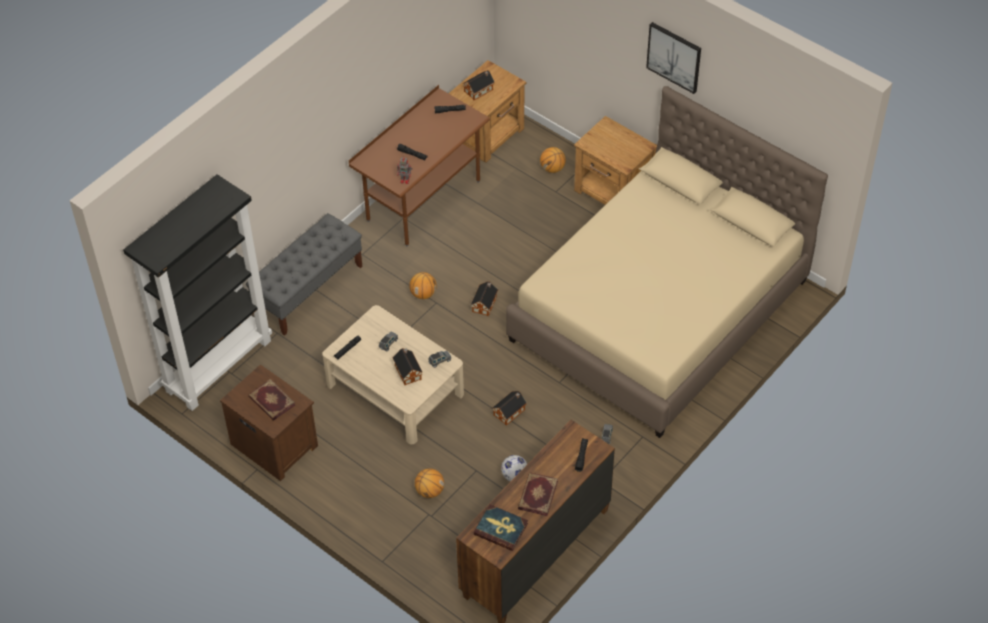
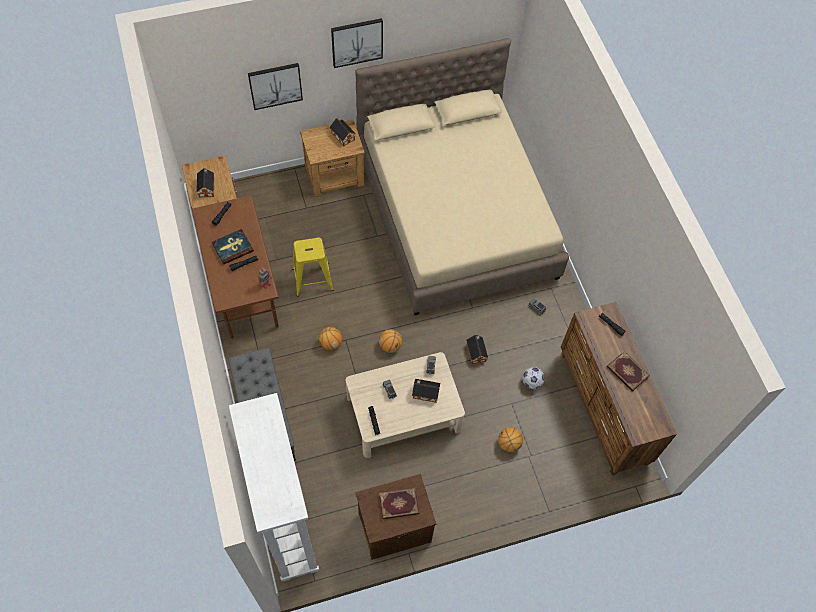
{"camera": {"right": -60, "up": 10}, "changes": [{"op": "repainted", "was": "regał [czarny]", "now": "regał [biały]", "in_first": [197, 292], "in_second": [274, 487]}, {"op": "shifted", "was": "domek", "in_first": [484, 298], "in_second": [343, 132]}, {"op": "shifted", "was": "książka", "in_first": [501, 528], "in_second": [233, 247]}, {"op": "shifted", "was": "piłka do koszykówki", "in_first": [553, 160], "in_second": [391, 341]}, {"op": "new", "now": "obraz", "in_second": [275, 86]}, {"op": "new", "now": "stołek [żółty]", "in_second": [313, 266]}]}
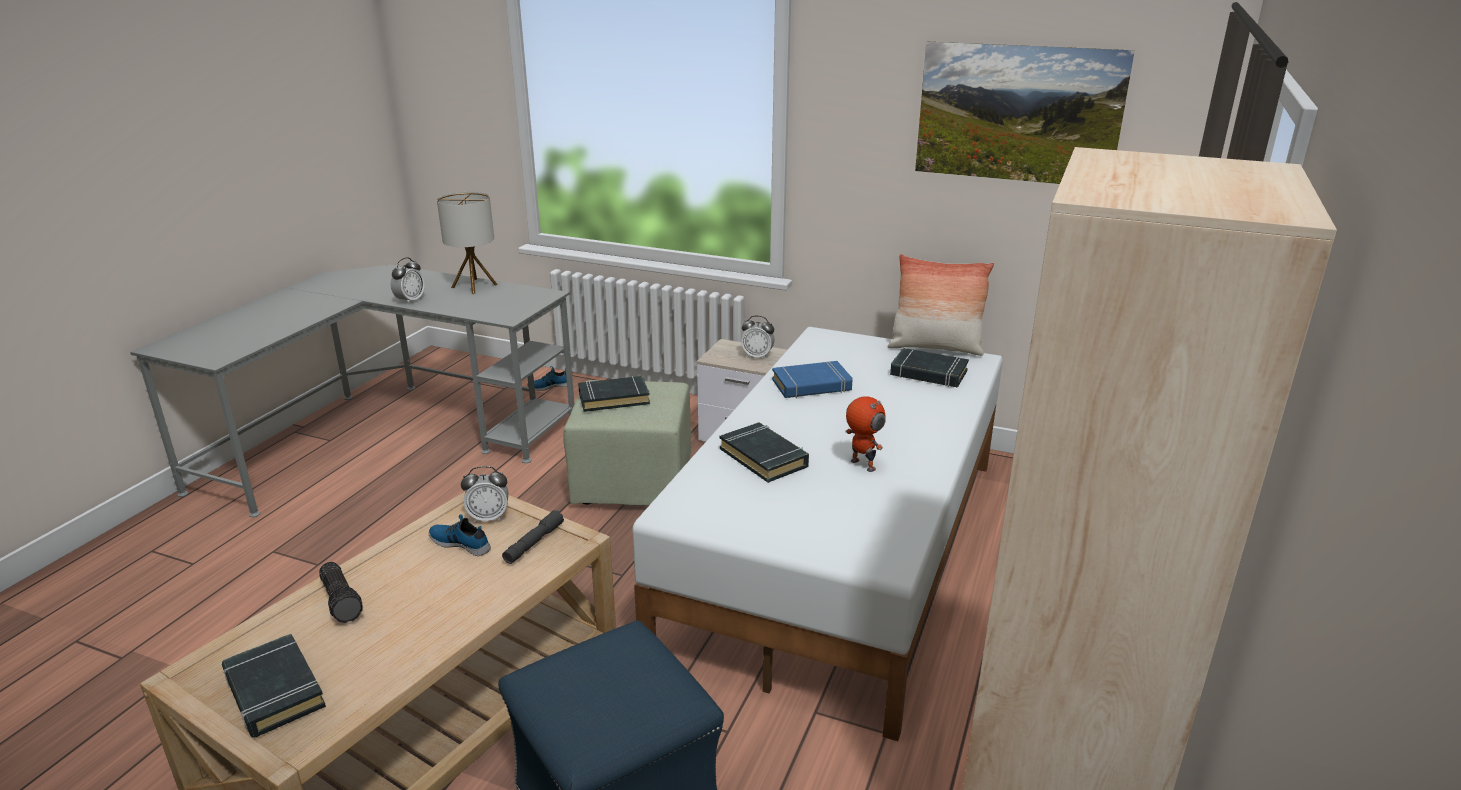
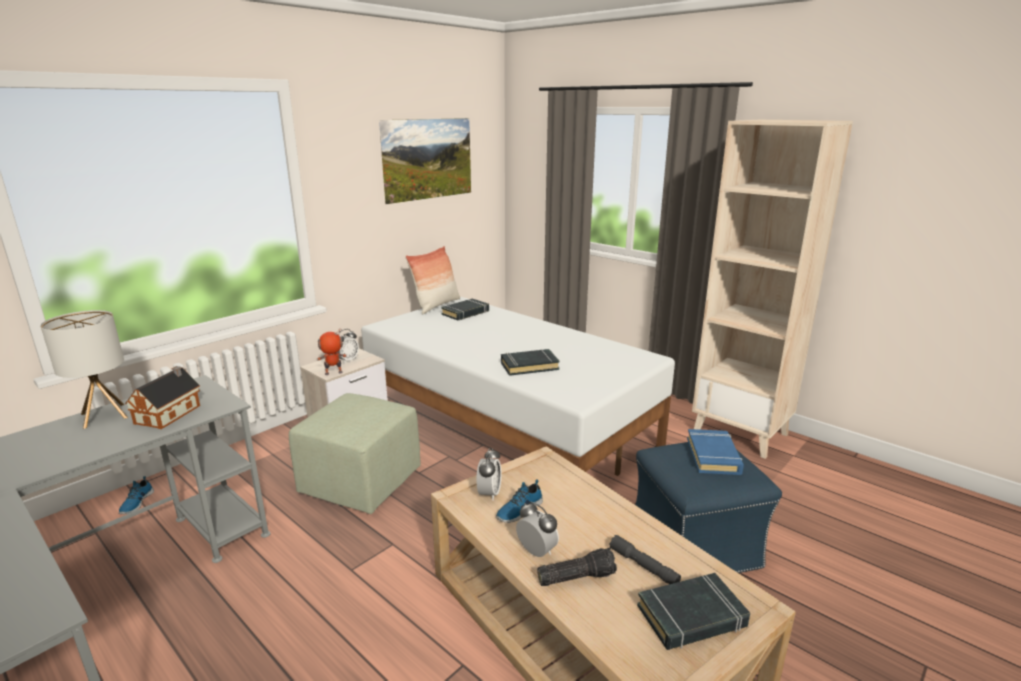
{"camera": {"right": -70, "up": -5}, "changes": [{"op": "shifted", "was": "budzik", "in_first": [408, 280], "in_second": [537, 529]}, {"op": "shifted", "was": "latarka [szary]", "in_first": [533, 537], "in_second": [645, 559]}, {"op": "gone", "was": "książka [czarny]", "in_first": [614, 394]}, {"op": "shifted", "was": "książka [niebieski]", "in_first": [812, 379], "in_second": [715, 452]}, {"op": "shifted", "was": "robot zabawkowy", "in_first": [865, 434], "in_second": [331, 352]}, {"op": "new", "now": "domek", "in_second": [162, 397]}]}
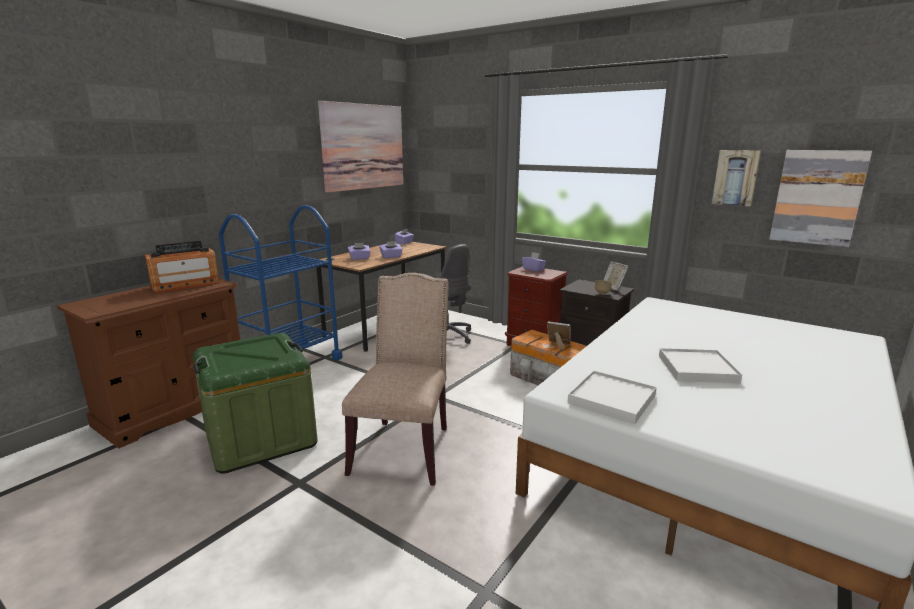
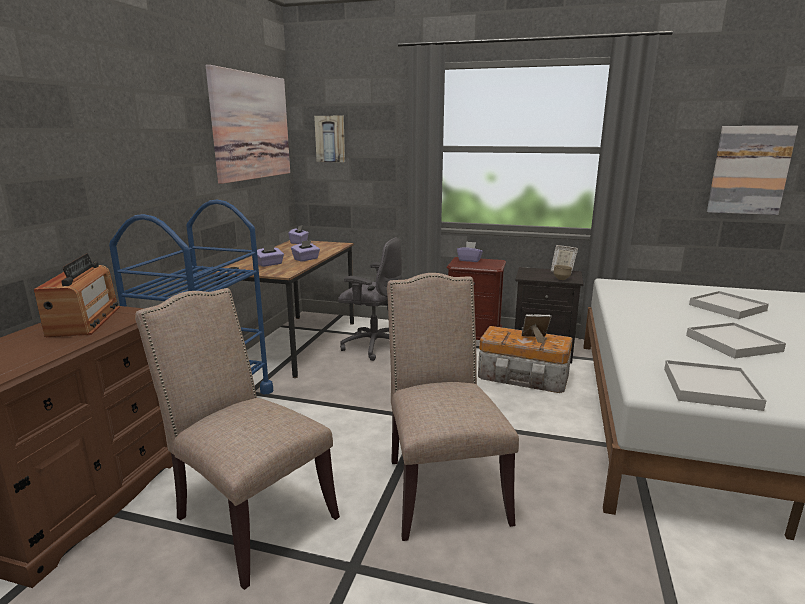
{"camera": {"right": -20, "up": 0}, "changes": [{"op": "rotated", "was": "radio", "in_first": [182, 267], "in_second": [77, 295], "clockwise": -45}, {"op": "swapped", "was": "pojemnik do przechowywania [zielony]", "now": "krzesło [beżowy]", "in_first": [255, 403], "in_second": [237, 439]}, {"op": "shifted", "was": "obraz", "in_first": [736, 178], "in_second": [329, 139]}, {"op": "new", "now": "taca [biały]", "in_second": [729, 305]}]}
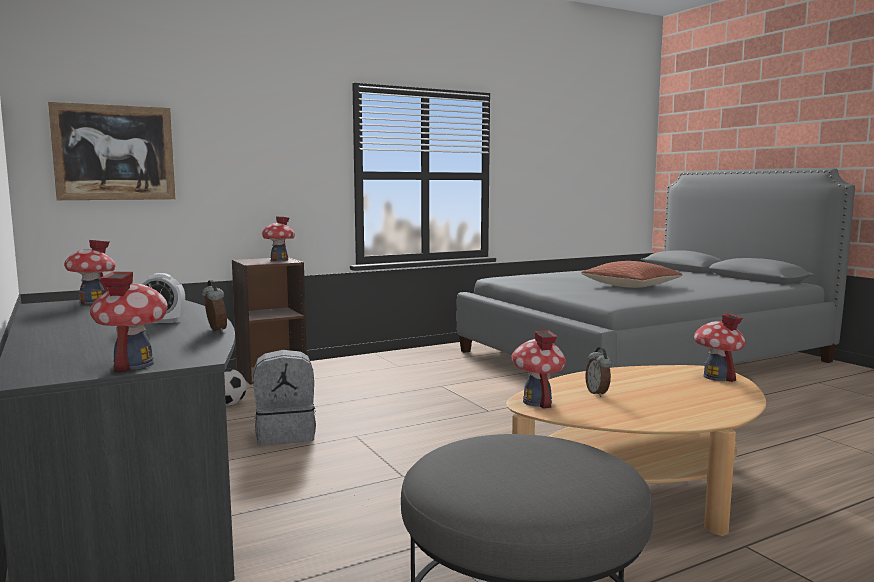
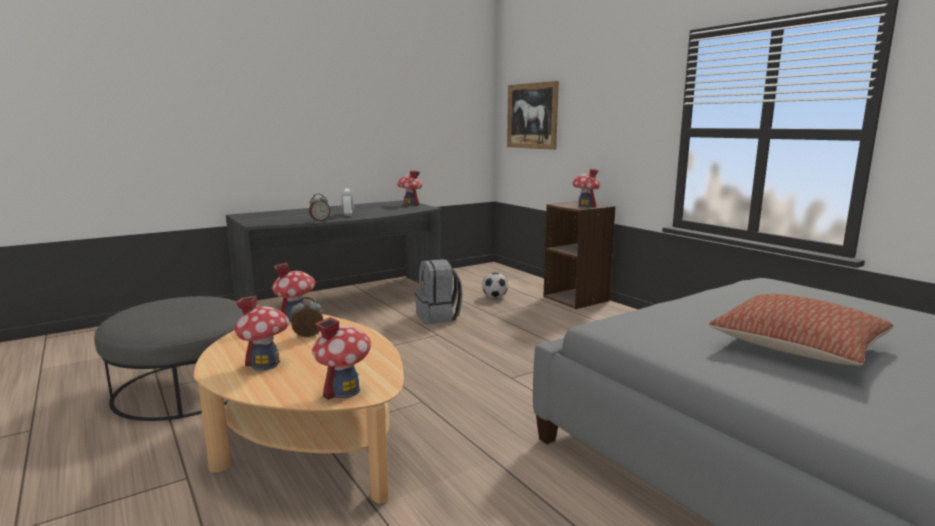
{"camera": {"right": 85, "up": 5}, "changes": [{"op": "shifted", "was": "domek", "in_first": [129, 322], "in_second": [261, 332]}]}
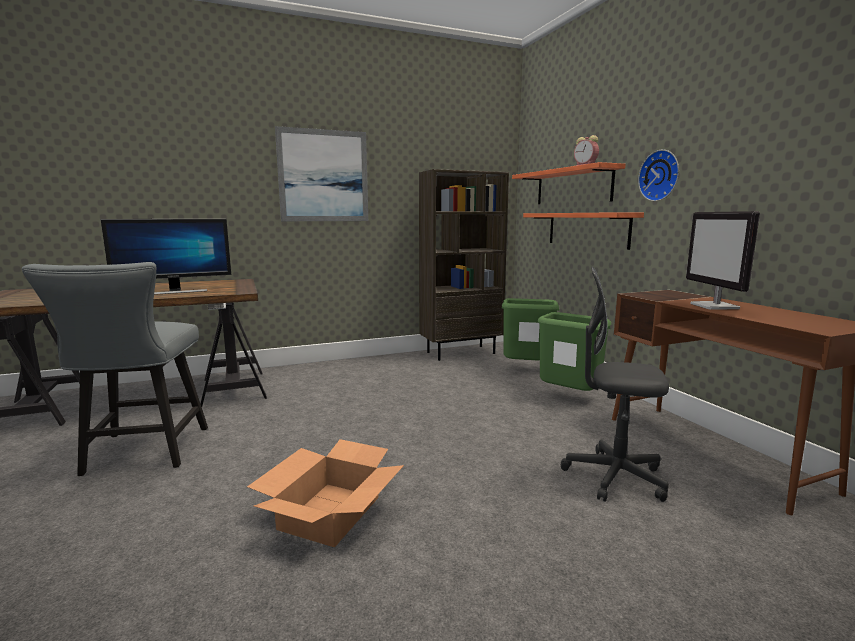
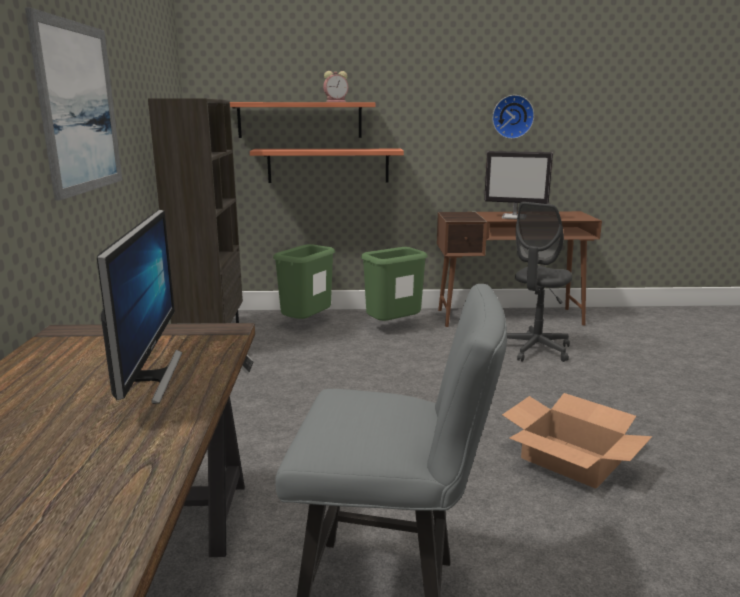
{"camera": {"right": -70, "up": 5}, "changes": [{"op": "shifted", "was": "zegar ścienny", "in_first": [658, 175], "in_second": [513, 117]}]}
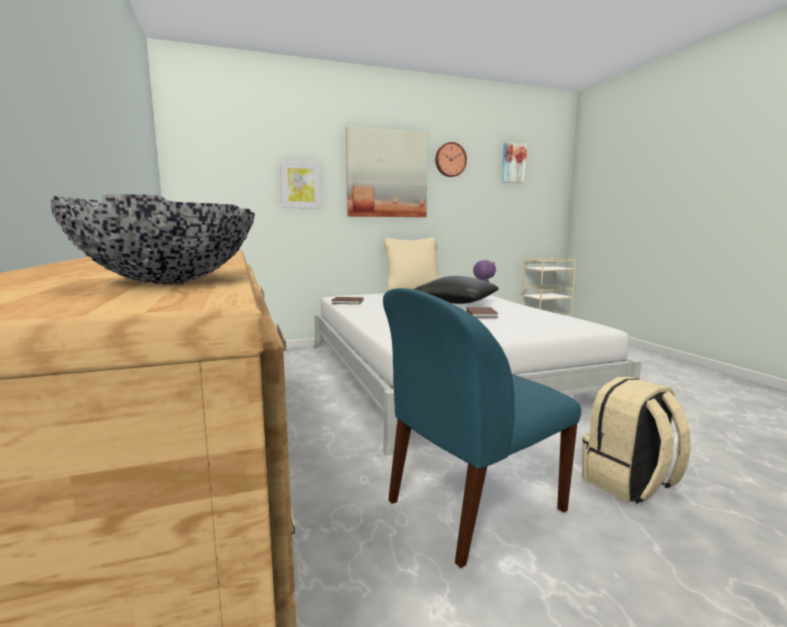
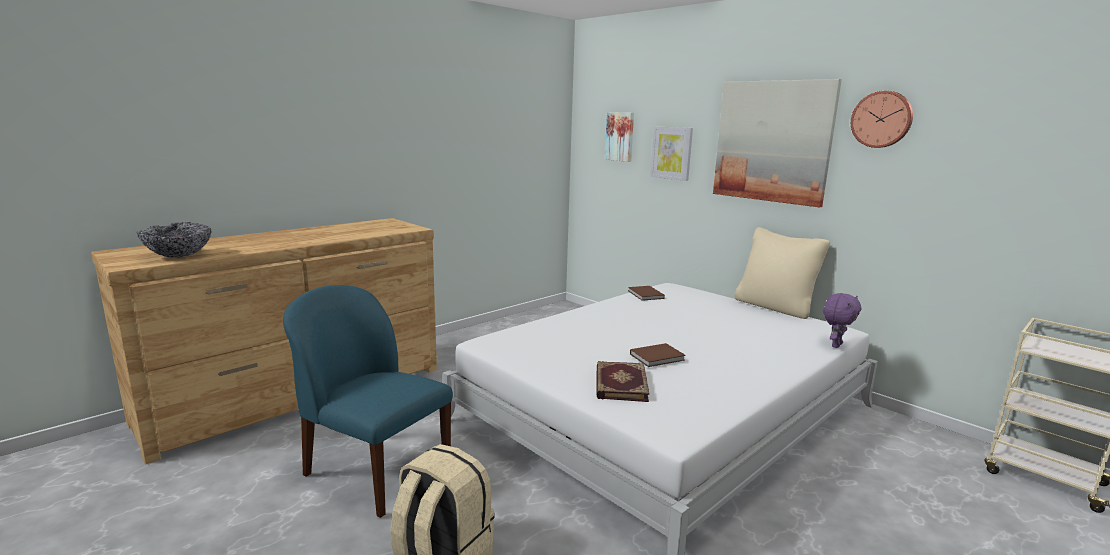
{"camera": {"right": 65, "up": 5}, "changes": [{"op": "gone", "was": "poduszka [czarny]", "in_first": [456, 290]}, {"op": "shifted", "was": "obraz", "in_first": [514, 162], "in_second": [619, 137]}, {"op": "new", "now": "książka", "in_second": [622, 381]}]}
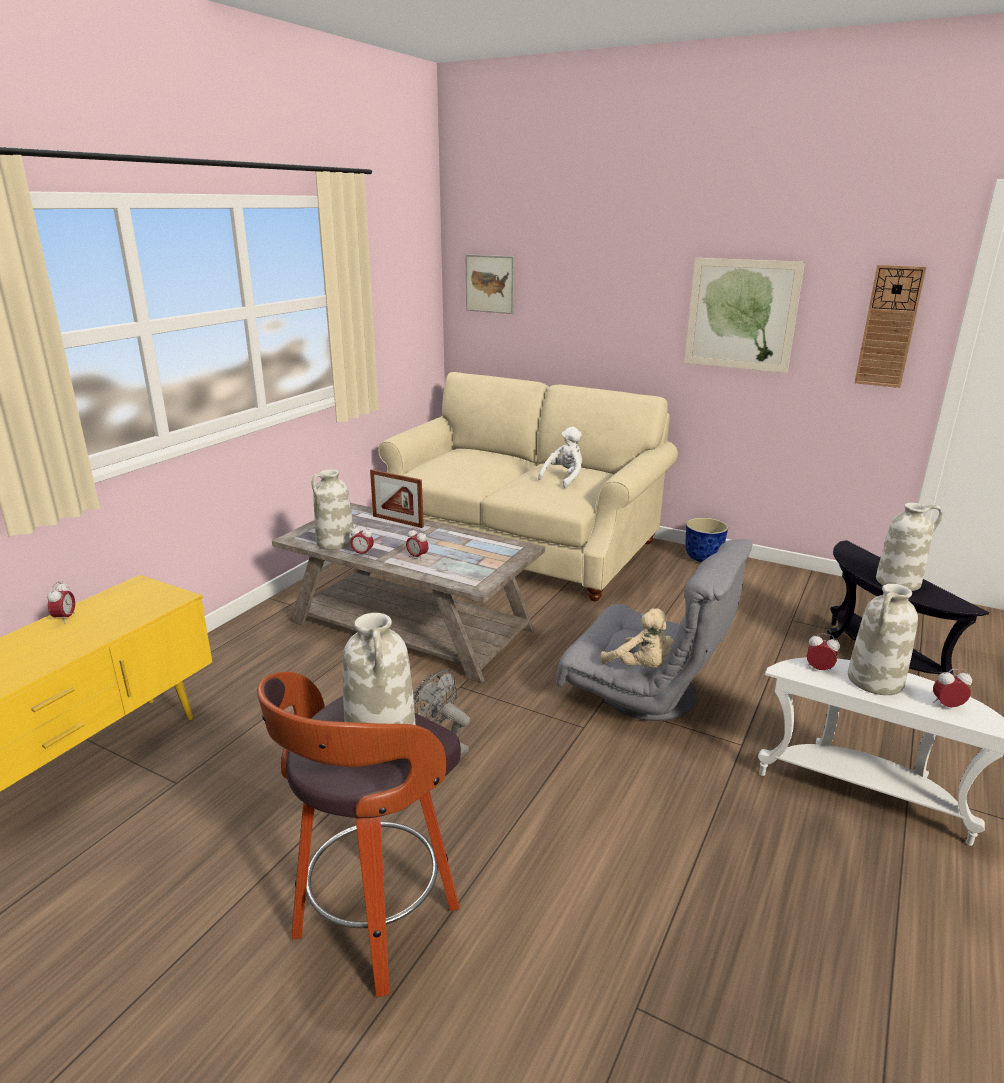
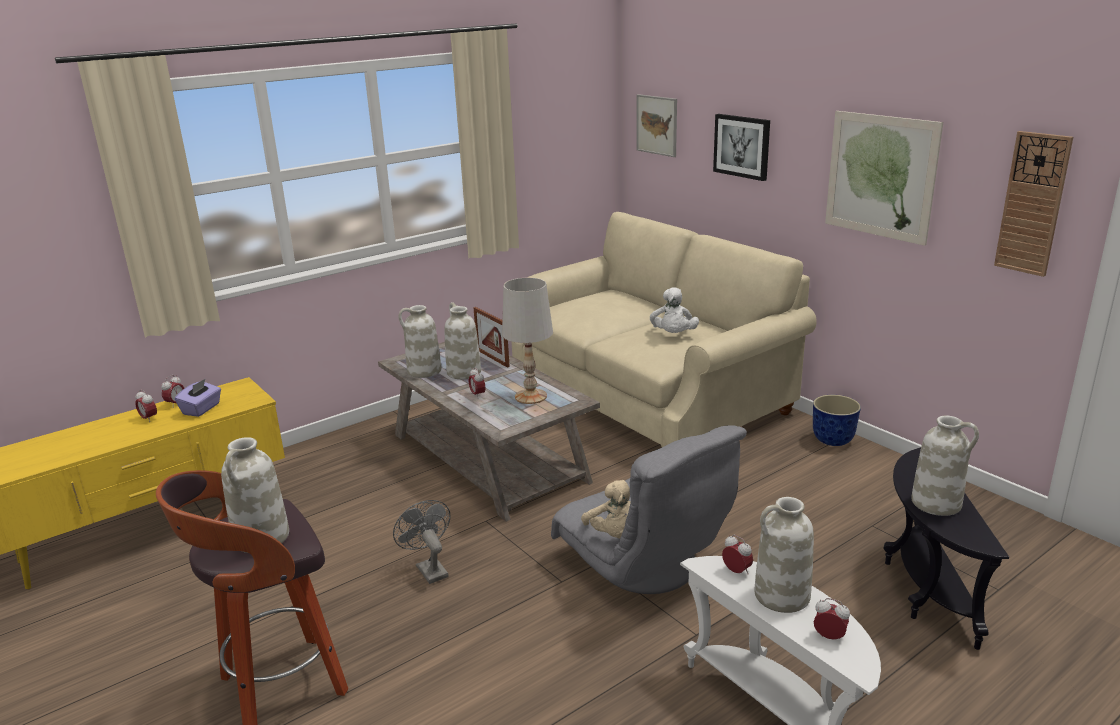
{"camera": {"right": 25, "up": 0}, "changes": [{"op": "shifted", "was": "budzik", "in_first": [362, 540], "in_second": [146, 405]}, {"op": "rotated", "was": "pluszak [biały]", "in_first": [560, 457], "in_second": [674, 310], "clockwise": 120}, {"op": "new", "now": "pudełko chusteczek [fioletowy]", "in_second": [198, 398]}, {"op": "new", "now": "wazon [biały]", "in_second": [462, 340]}, {"op": "new", "now": "lampa stołowa [biały]", "in_second": [527, 341]}, {"op": "new", "now": "obraz", "in_second": [741, 147]}]}
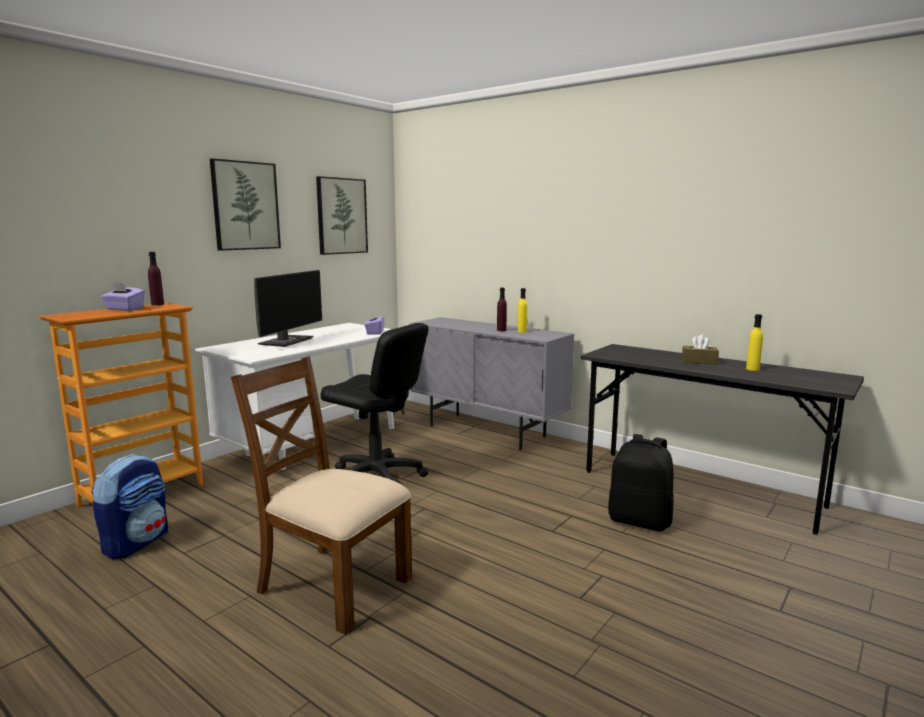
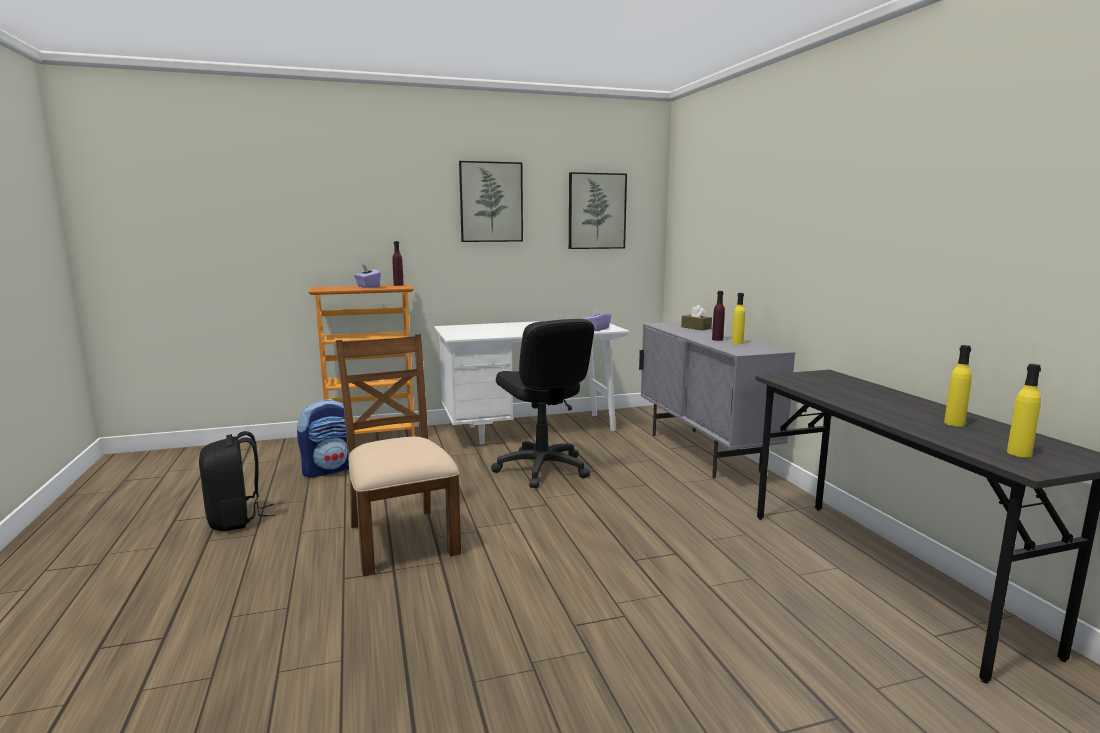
{"camera": {"right": 35, "up": 0}, "changes": [{"op": "gone", "was": "monitor", "in_first": [288, 308]}, {"op": "shifted", "was": "plecak [czarny]", "in_first": [641, 482], "in_second": [237, 481]}, {"op": "shifted", "was": "pudełko chusteczek [brązowy]", "in_first": [700, 349], "in_second": [696, 318]}, {"op": "new", "now": "butelka [żółty]", "in_second": [1024, 410]}]}
